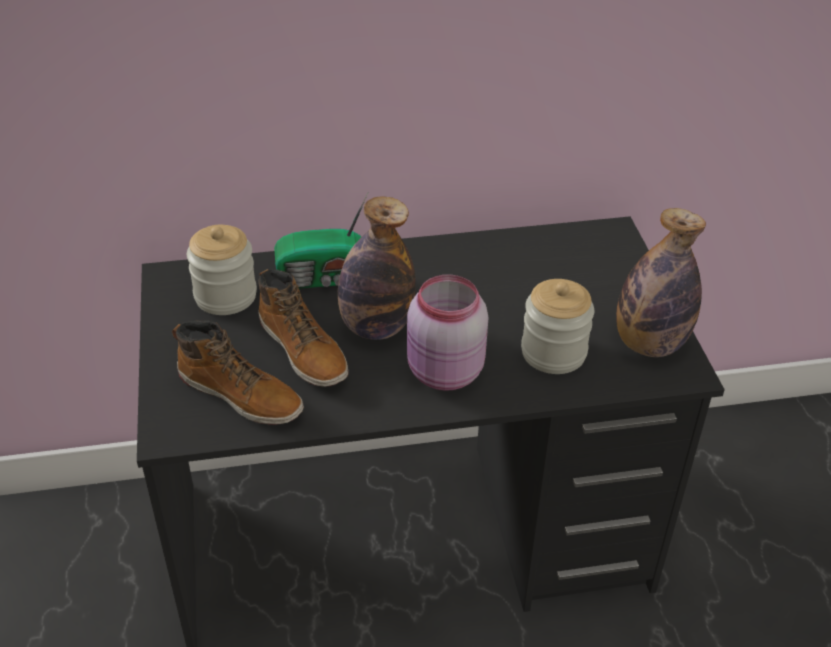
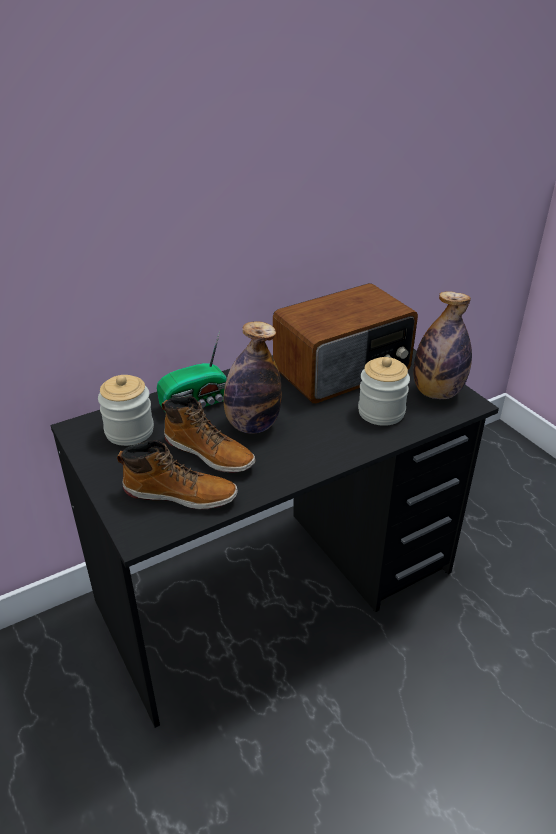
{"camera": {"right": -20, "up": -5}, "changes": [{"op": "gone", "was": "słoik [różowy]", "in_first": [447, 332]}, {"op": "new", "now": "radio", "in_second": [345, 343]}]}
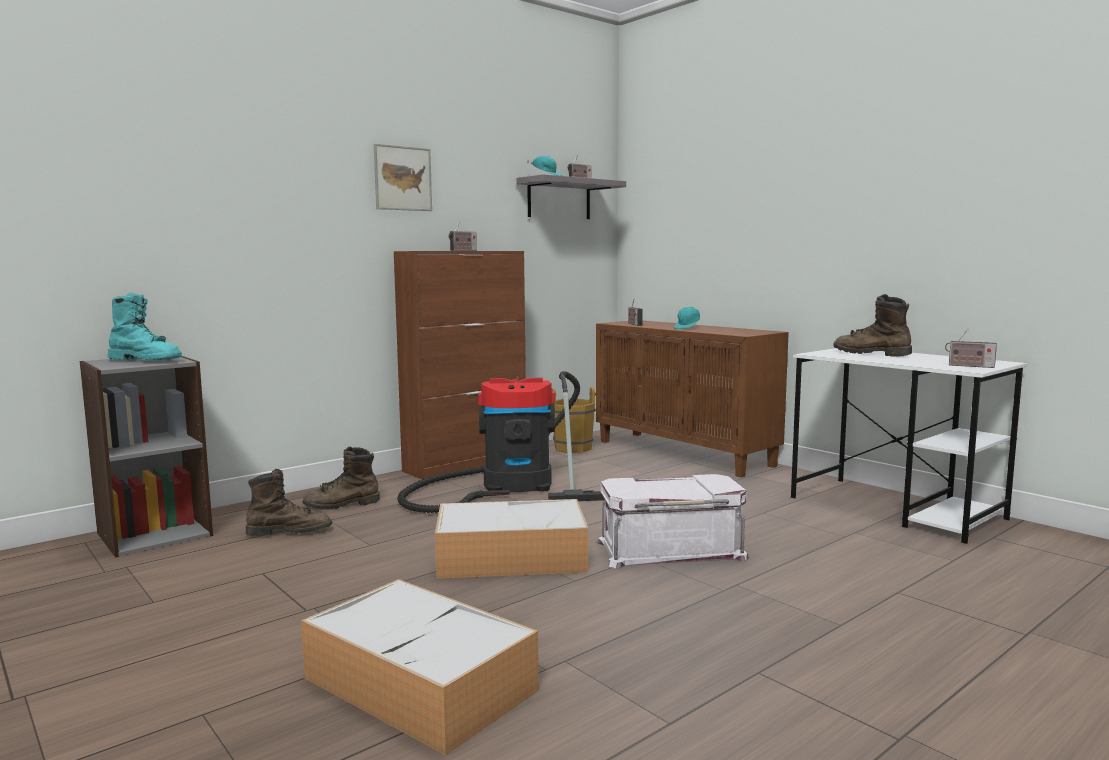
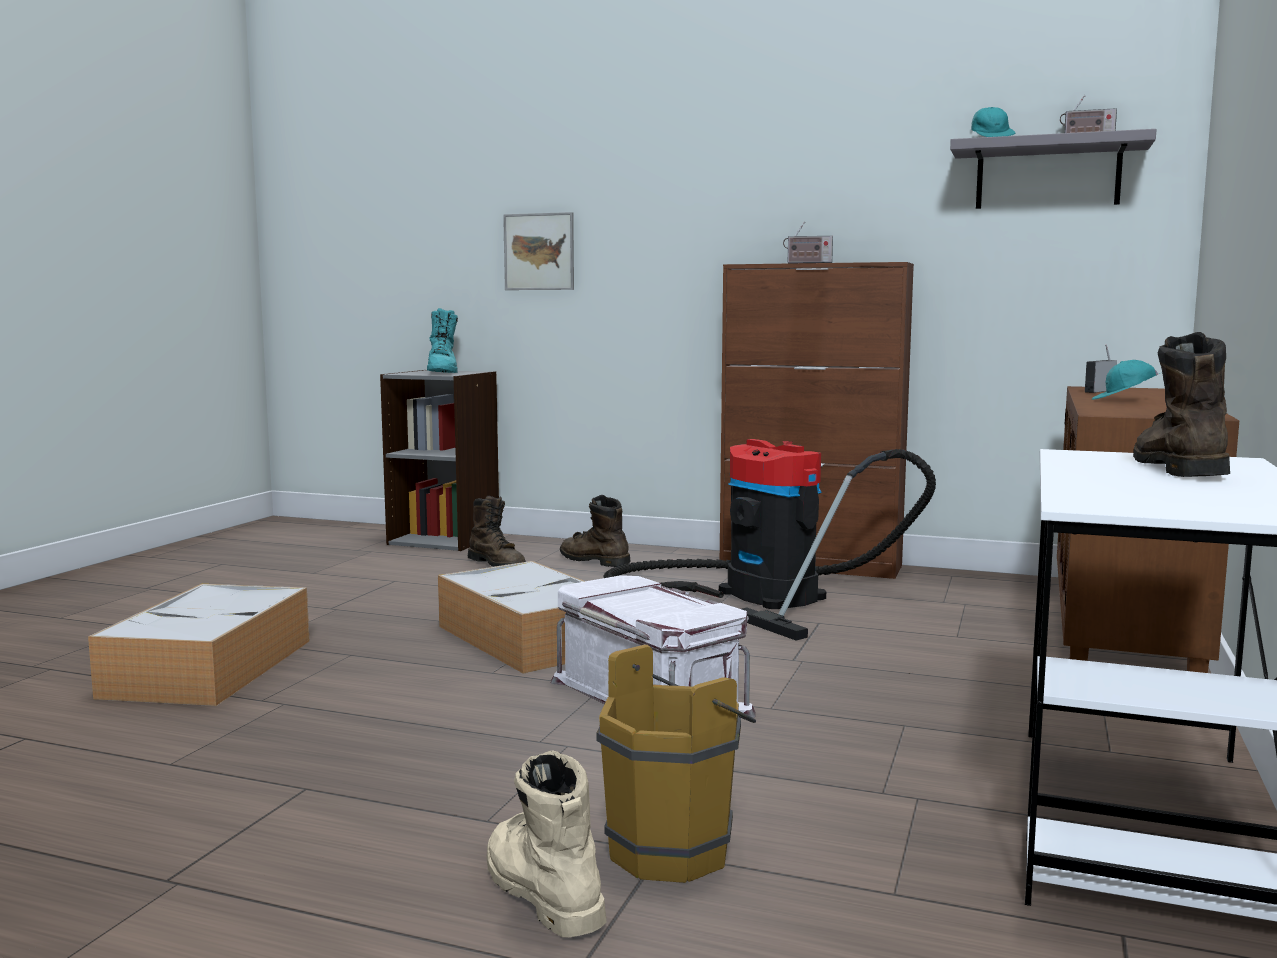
{"camera": {"right": 60, "up": 0}, "changes": [{"op": "shifted", "was": "obraz", "in_first": [403, 177], "in_second": [538, 251]}, {"op": "shifted", "was": "wiadro [brązowy]", "in_first": [574, 420], "in_second": [676, 763]}, {"op": "gone", "was": "radio", "in_first": [971, 348]}, {"op": "new", "now": "but z cholewką [beżowy]", "in_second": [547, 843]}]}
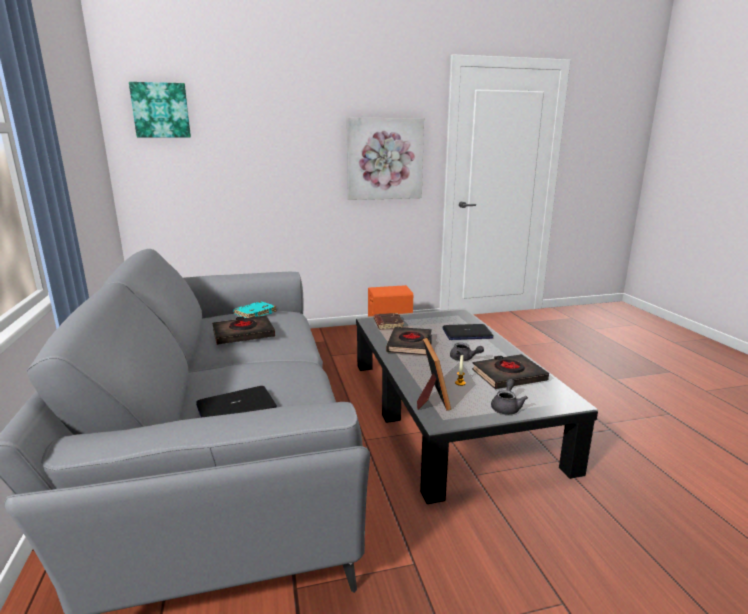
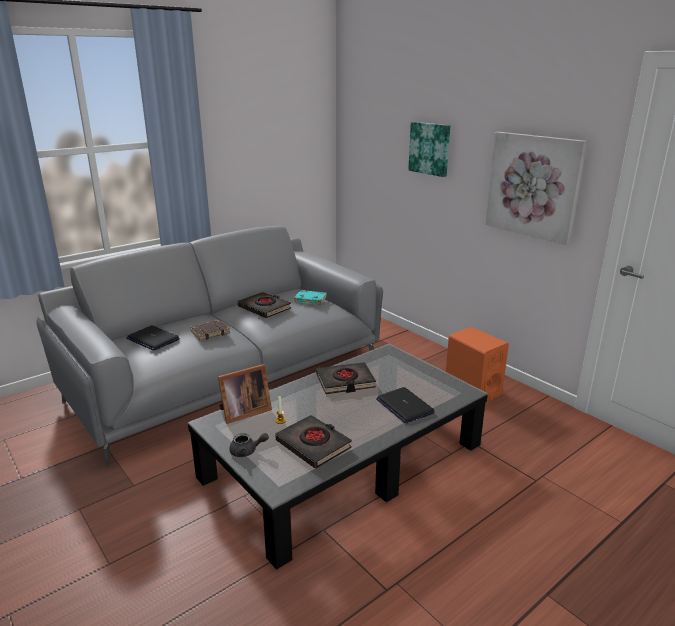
{"camera": {"right": 65, "up": 5}, "changes": [{"op": "shifted", "was": "obraz", "in_first": [160, 110], "in_second": [429, 149]}, {"op": "shifted", "was": "książka [brązowy]", "in_first": [389, 321], "in_second": [210, 330]}, {"op": "gone", "was": "imbryk [szary]", "in_first": [467, 352]}]}
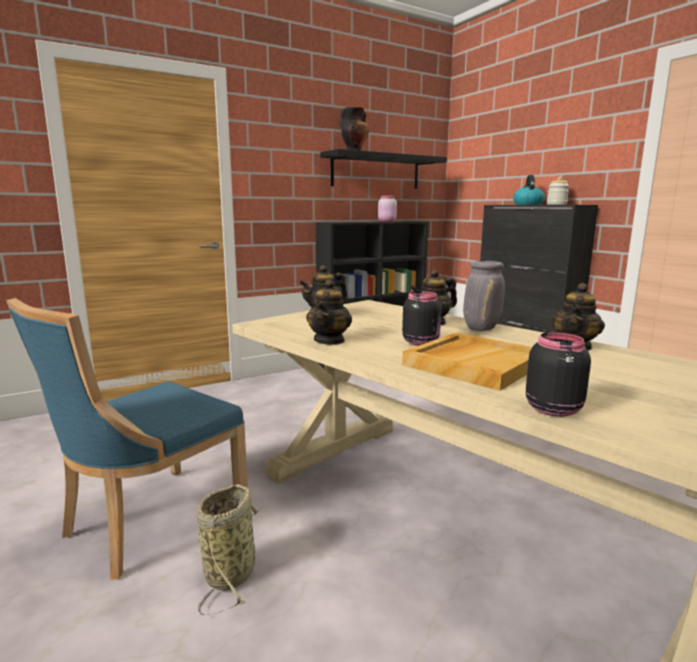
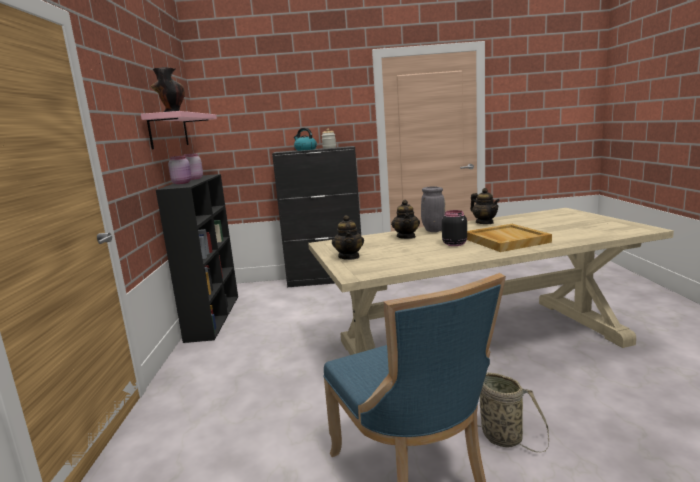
{"camera": {"right": -60, "up": 0}, "changes": [{"op": "gone", "was": "imbryk", "in_first": [329, 312]}, {"op": "repainted", "was": "półka [czarny]", "now": "półka [różowy]", "in_first": [383, 169], "in_second": [179, 130]}, {"op": "gone", "was": "słoik [czarny]", "in_first": [558, 374]}, {"op": "new", "now": "słoik [różowy]", "in_second": [180, 170]}]}
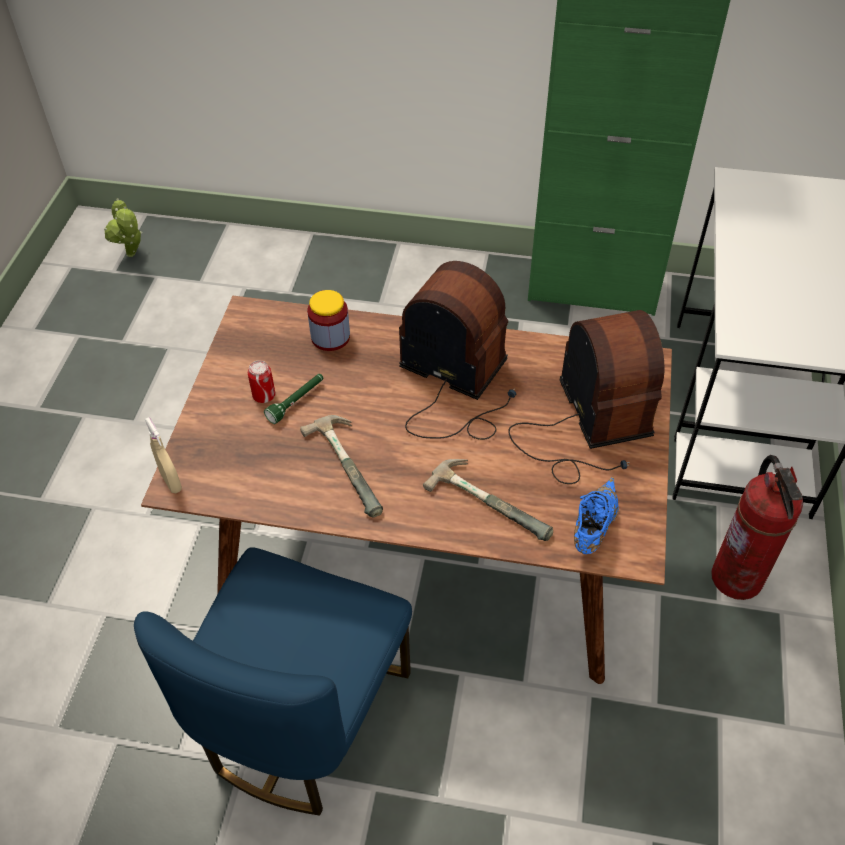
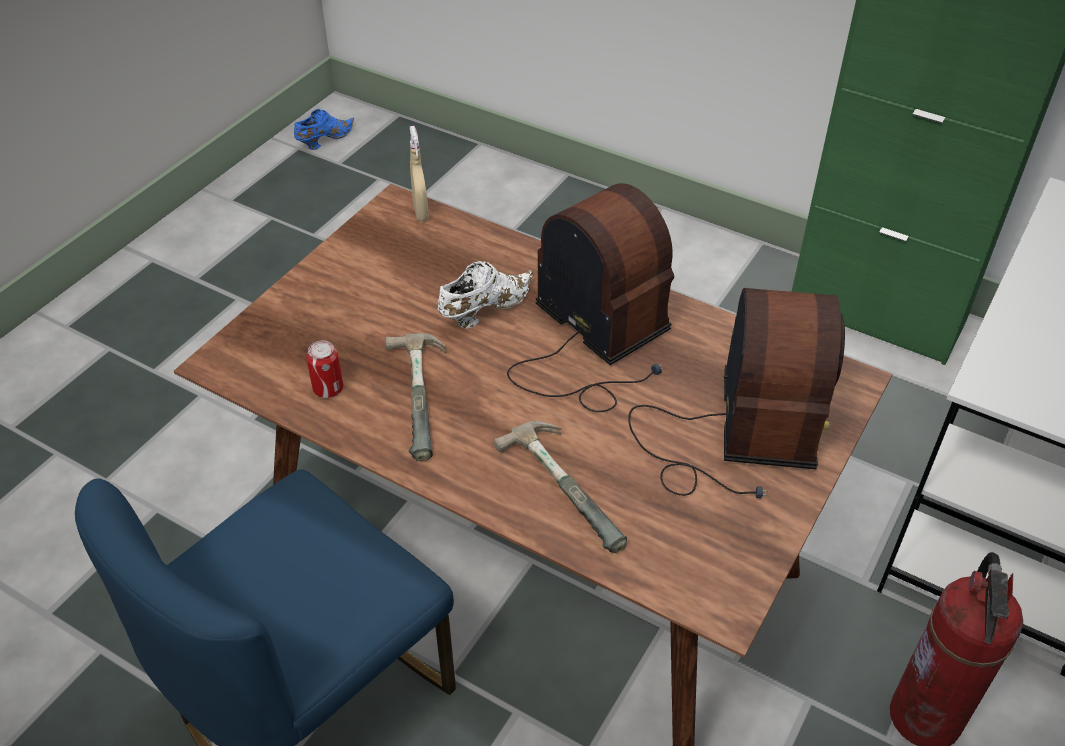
{"camera": {"right": 20, "up": -5}, "changes": [{"op": "gone", "was": "roślina doniczkowa", "in_first": [123, 227]}, {"op": "shifted", "was": "spryskiwacz [beżowy]", "in_first": [163, 455], "in_second": [419, 173]}, {"op": "shifted", "was": "puszka", "in_first": [261, 381], "in_second": [324, 369]}, {"op": "gone", "was": "latarka [zielony]", "in_first": [293, 399]}, {"op": "gone", "was": "słoik", "in_first": [328, 320]}, {"op": "shifted", "was": "but [niebieski]", "in_first": [596, 515], "in_second": [324, 129]}, {"op": "new", "now": "but [biały]", "in_second": [485, 294]}]}
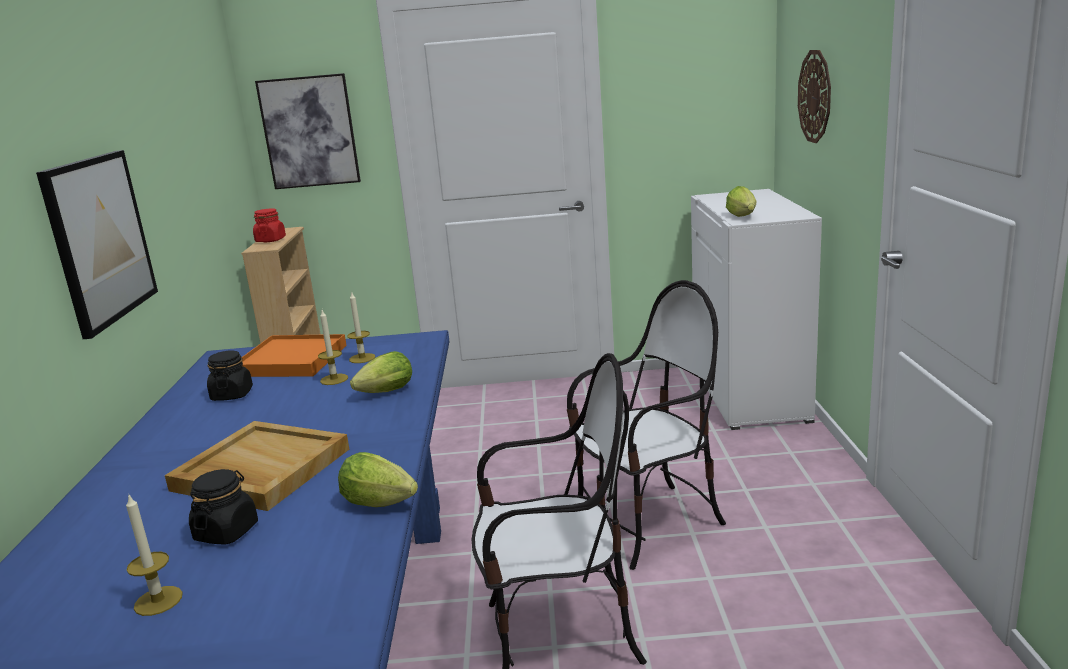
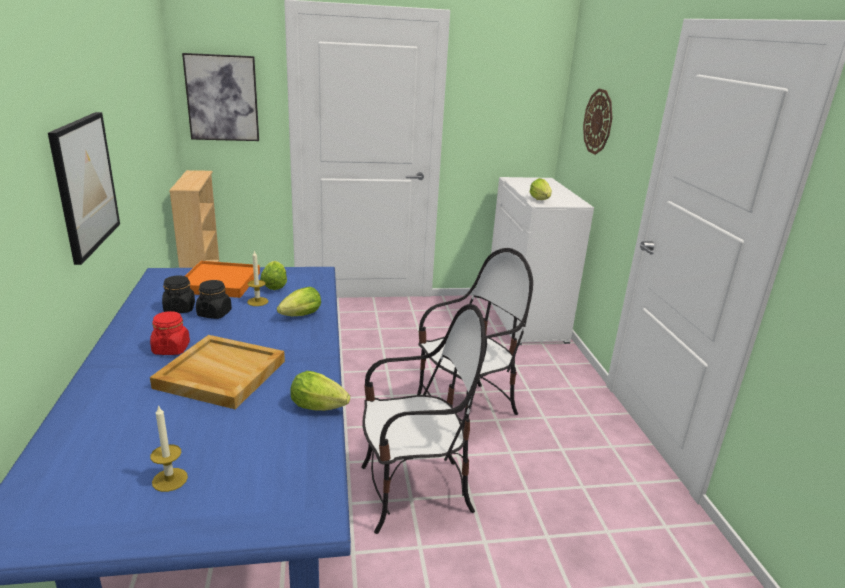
{"camera": {"right": -10, "up": 5}, "changes": [{"op": "shifted", "was": "słoik [czarny]", "in_first": [223, 507], "in_second": [214, 299]}, {"op": "shifted", "was": "słoik [czerwony]", "in_first": [269, 225], "in_second": [170, 333]}, {"op": "swapped", "was": "świeca", "now": "sałata", "in_first": [361, 327], "in_second": [273, 275]}]}
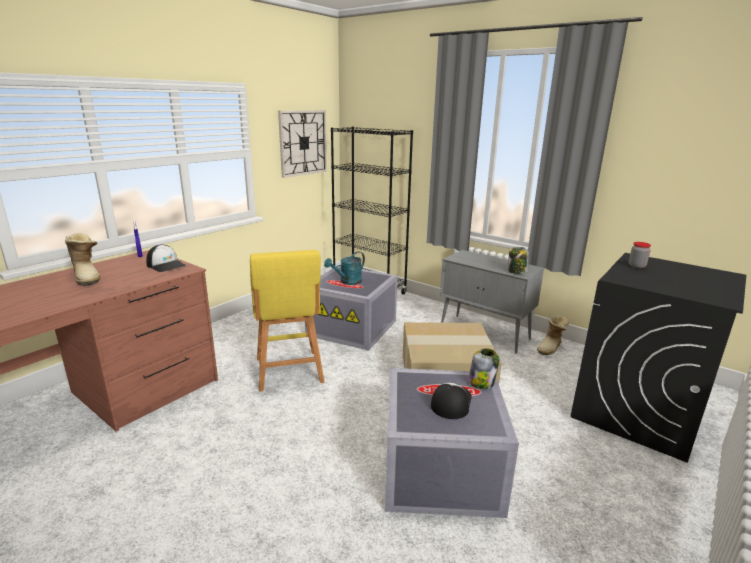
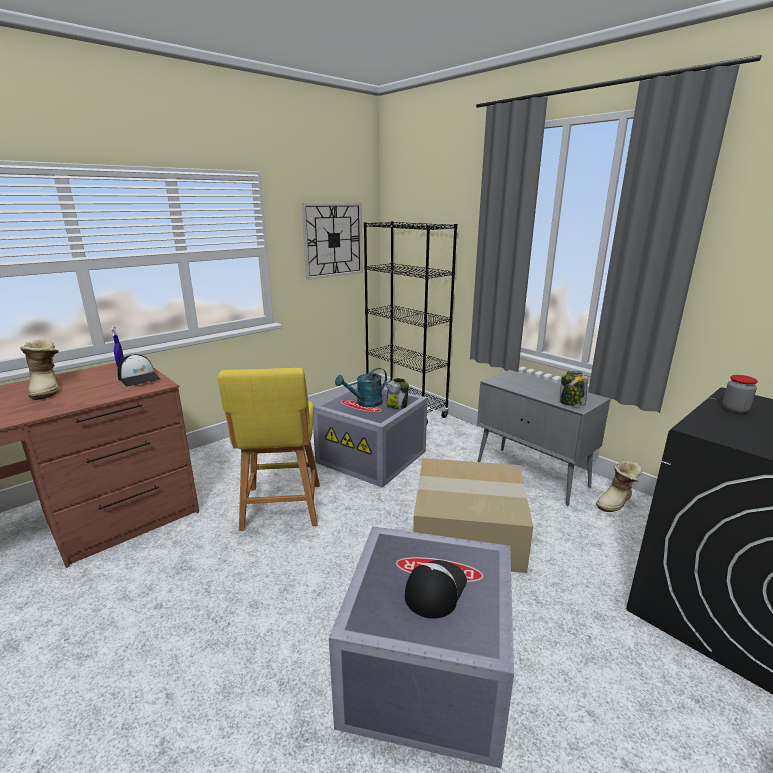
{"camera": {"right": 10, "up": 0}, "changes": [{"op": "shifted", "was": "słoik", "in_first": [484, 368], "in_second": [397, 393]}]}
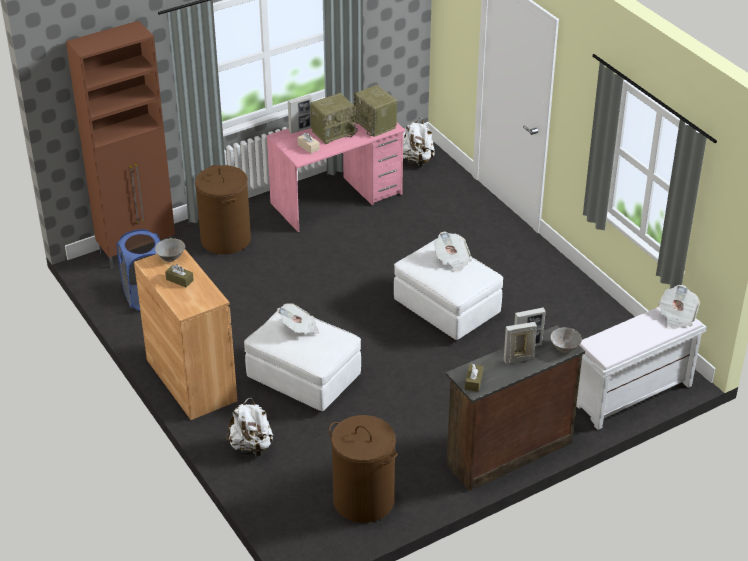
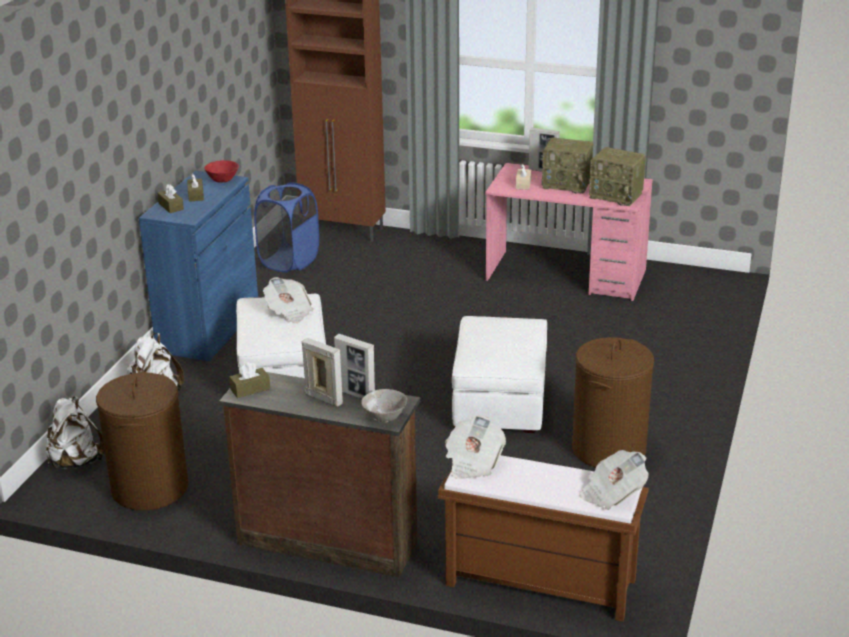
{"camera": {"right": 50, "up": -10}, "changes": [{"op": "repainted", "was": "szafka [brązowy]", "now": "szafka [niebieski]", "in_first": [185, 334], "in_second": [198, 266]}, {"op": "repainted", "was": "miska [szary]", "now": "miska [czerwony]", "in_first": [170, 250], "in_second": [221, 171]}, {"op": "shifted", "was": "kosz na pranie [brązowy]", "in_first": [223, 210], "in_second": [613, 402]}, {"op": "rotated", "was": "radio", "in_first": [375, 111], "in_second": [617, 176], "clockwise": -75}, {"op": "shifted", "was": "plecak [biały]", "in_first": [419, 142], "in_second": [75, 433]}, {"op": "shifted", "was": "gazeta", "in_first": [453, 252], "in_second": [475, 447]}, {"op": "repainted", "was": "ławka [biały]", "now": "ławka [brązowy]", "in_first": [641, 368], "in_second": [543, 538]}, {"op": "new", "now": "pudełko chusteczek [brązowy]", "in_second": [170, 198]}]}
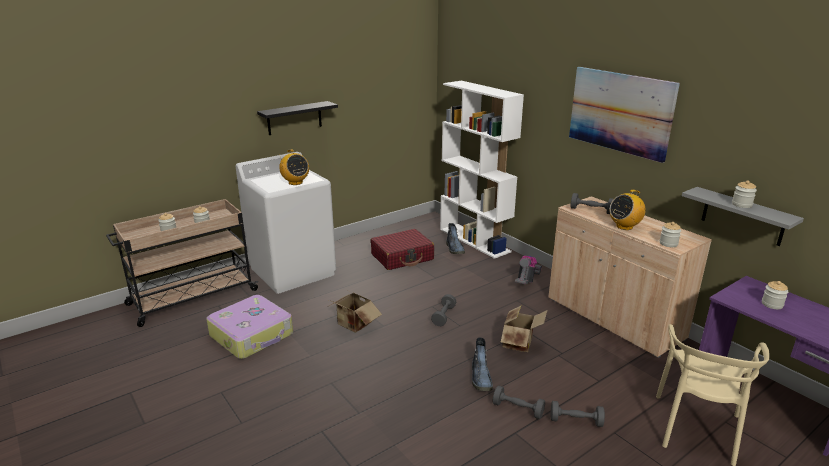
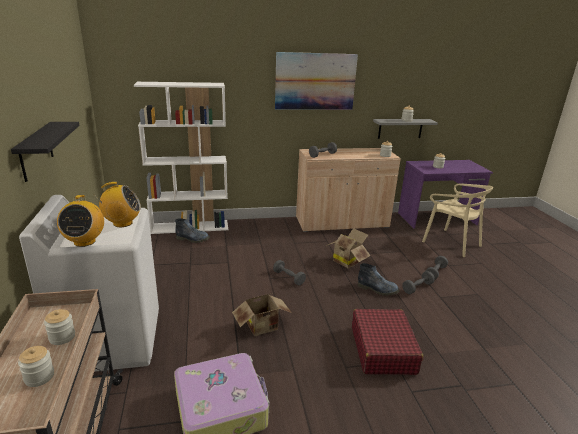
{"camera": {"right": -65, "up": 0}, "changes": [{"op": "shifted", "was": "walizka [czerwony]", "in_first": [402, 249], "in_second": [387, 342]}, {"op": "gone", "was": "odkurzacz", "in_first": [528, 270]}, {"op": "shifted", "was": "radio", "in_first": [628, 210], "in_second": [80, 221]}]}
